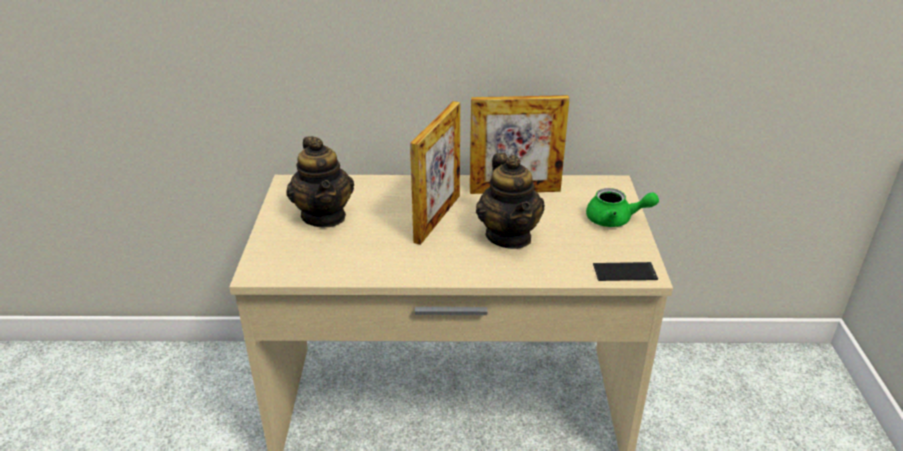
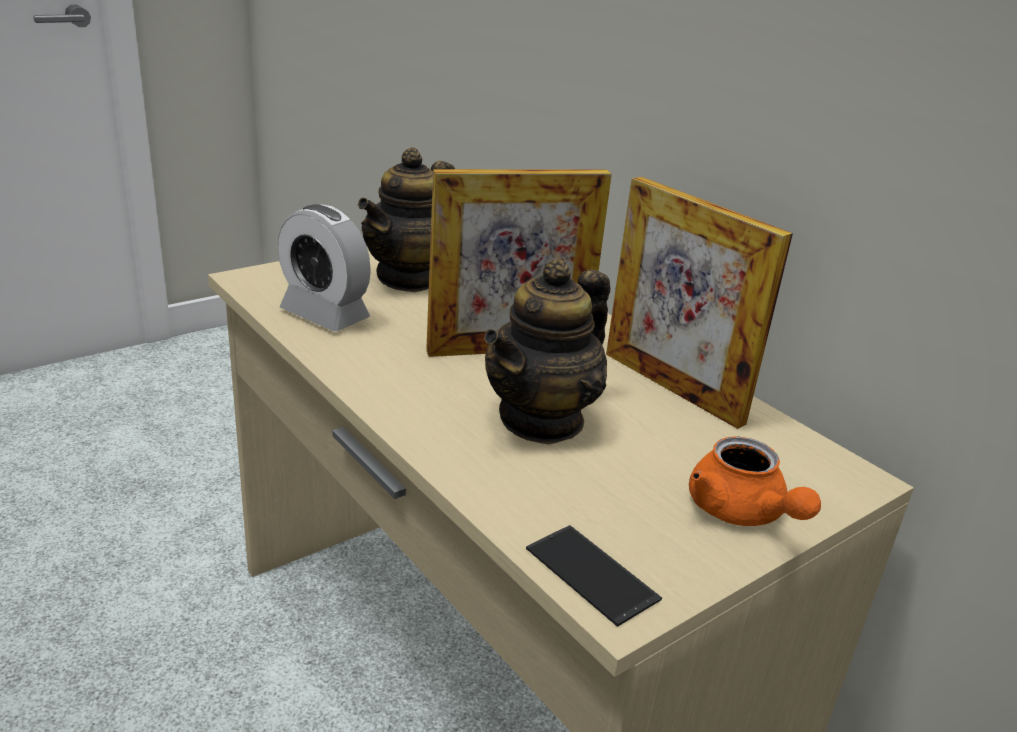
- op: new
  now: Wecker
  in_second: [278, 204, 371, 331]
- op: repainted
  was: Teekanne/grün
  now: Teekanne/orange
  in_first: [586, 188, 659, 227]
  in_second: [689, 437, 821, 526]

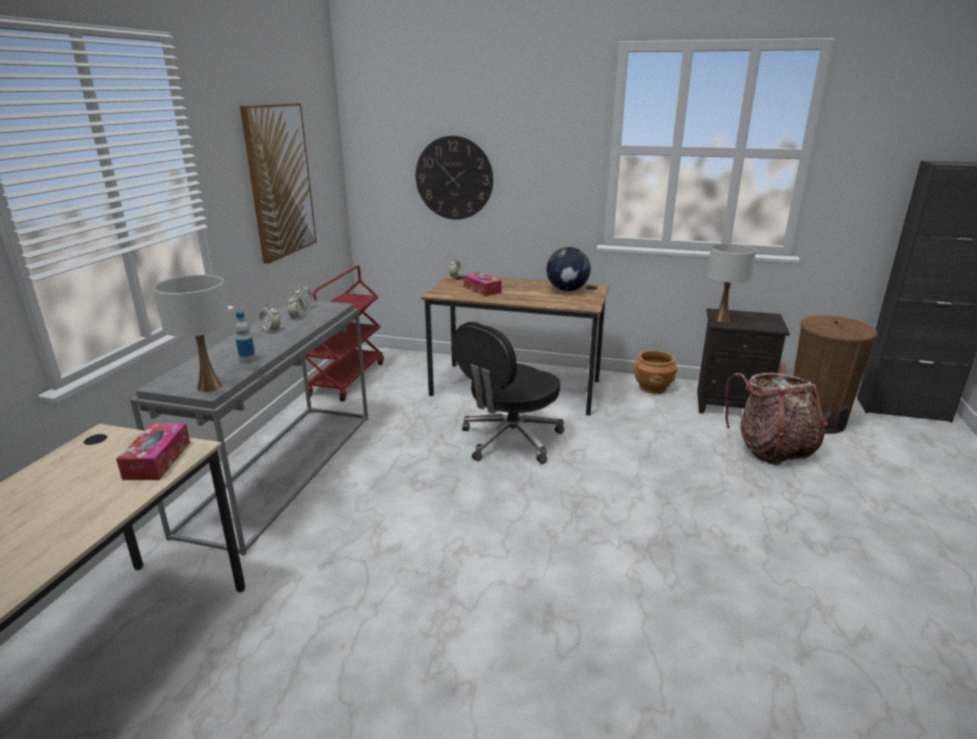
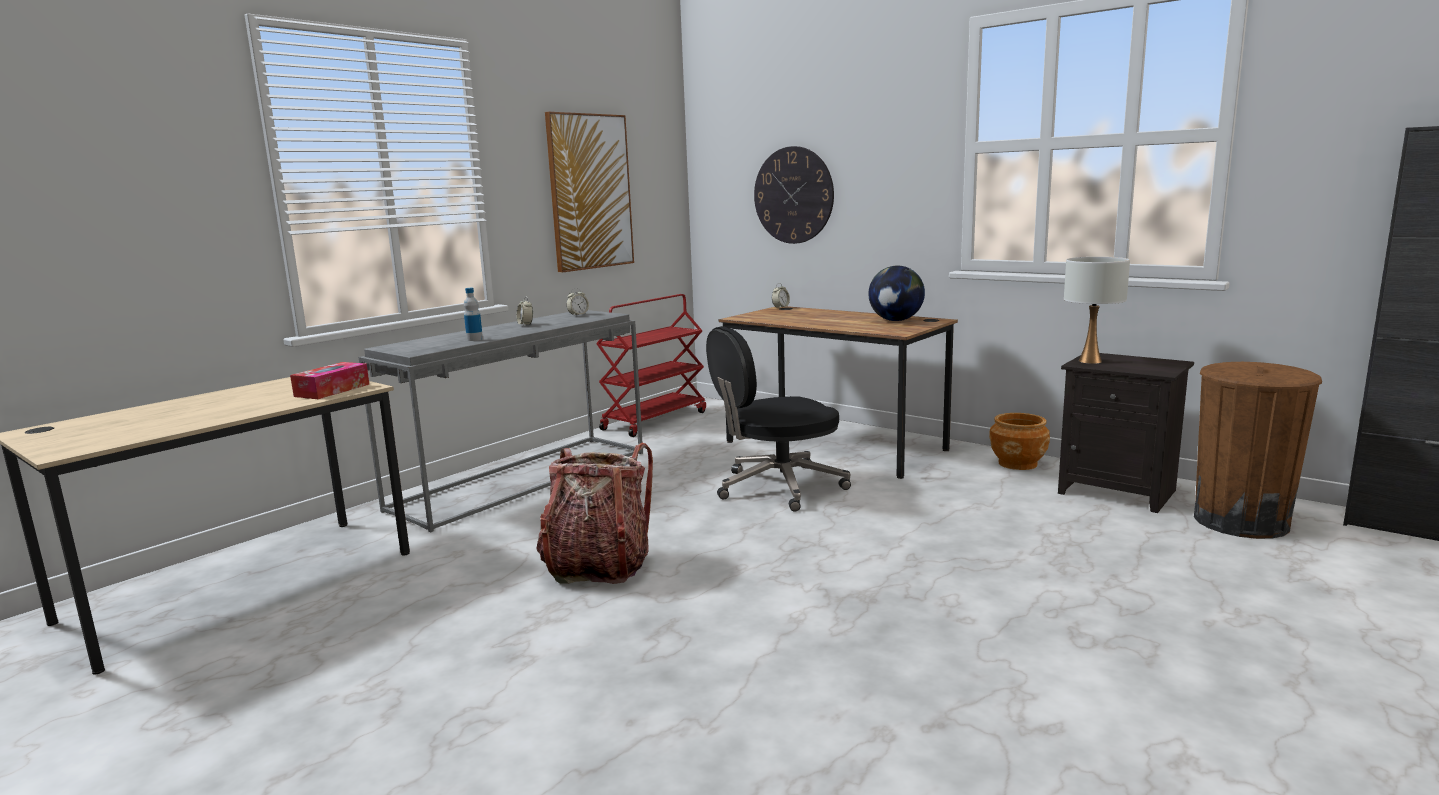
- op: gone
  was: Tischlampe/weiß
  in_first: [154, 275, 231, 392]
- op: gone
  was: Wecker
  in_first: [287, 292, 305, 320]
- op: gone
  was: Taschentuchbox
  in_first: [464, 272, 502, 297]
- op: shifted
  was: Rucksack
  in_first: [725, 363, 828, 465]
  in_second: [536, 443, 653, 584]

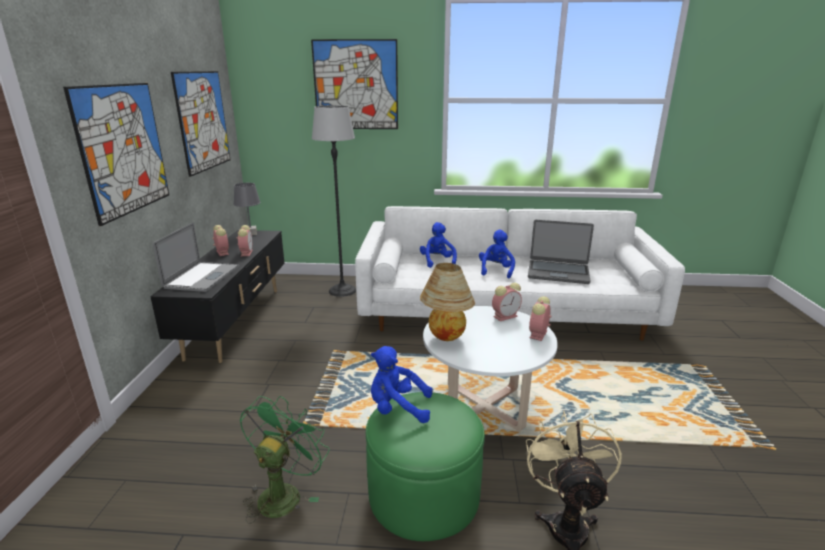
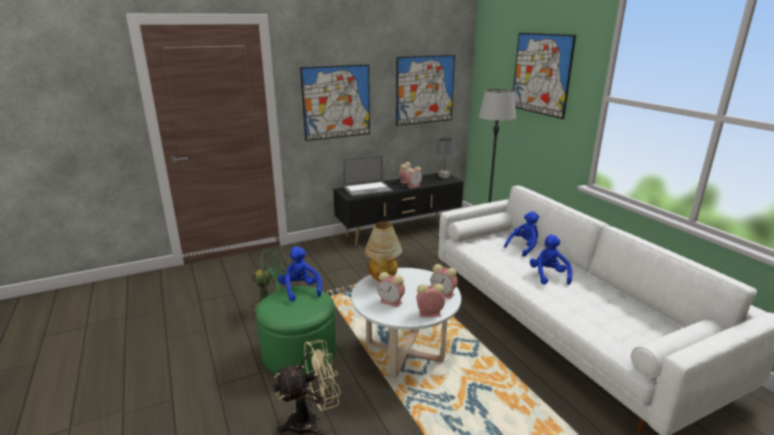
- op: gone
  was: Laptop
  in_first: [528, 220, 594, 284]
- op: new
  now: Wecker
  in_second: [377, 272, 405, 307]
- op: rotated
  was: Plüschtier/blau
  in_first: [479, 230, 515, 279]
  in_second: [529, 234, 572, 285]
  clockwise: -75

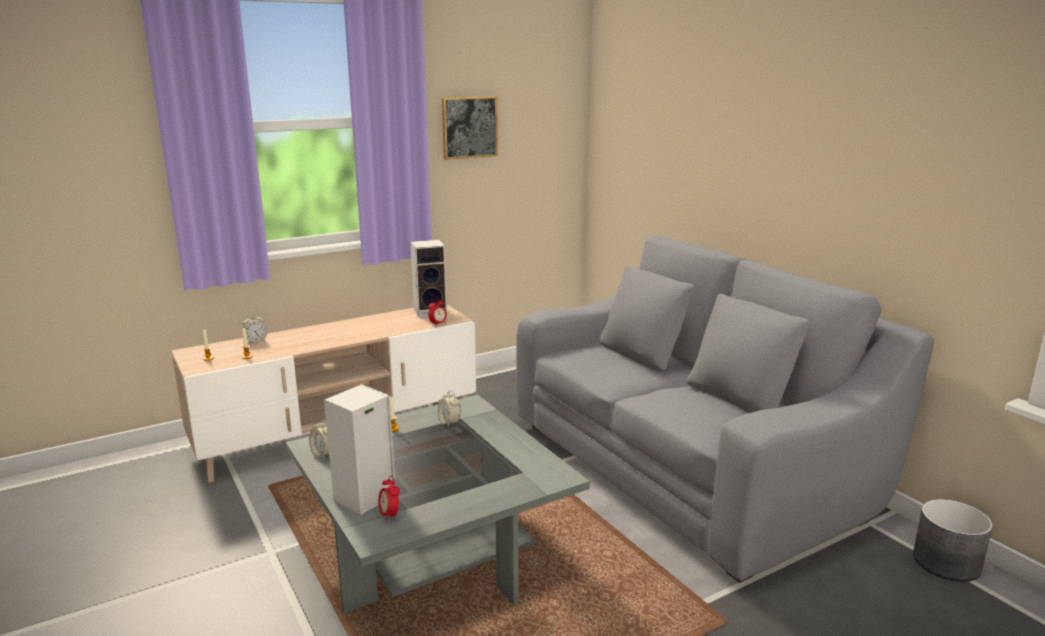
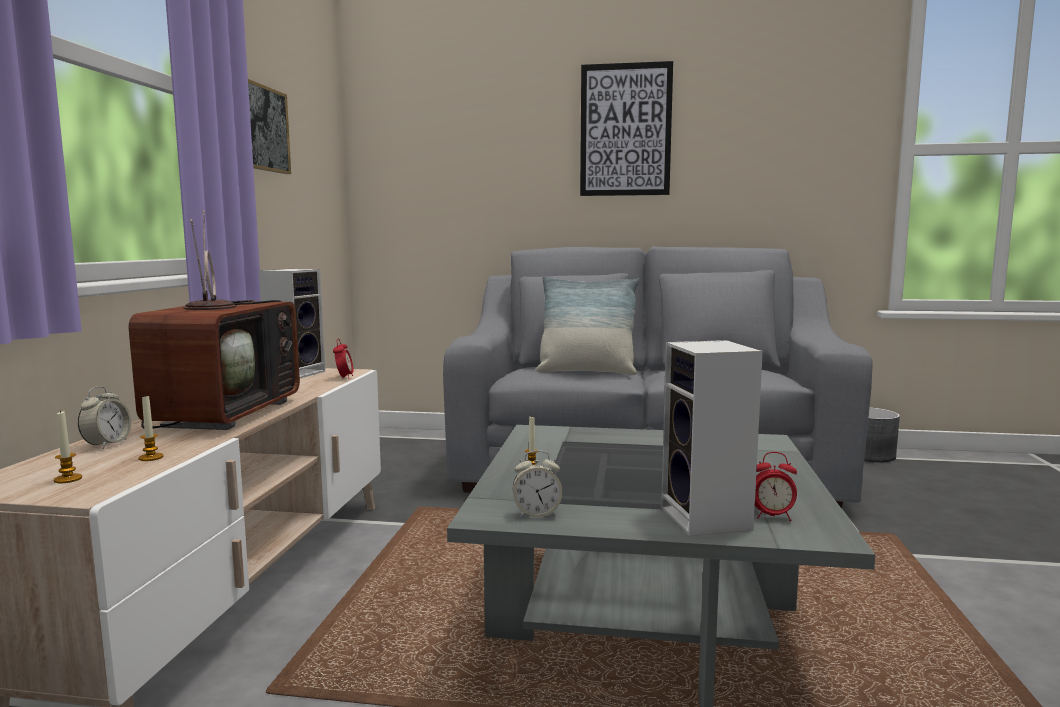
- op: gone
  was: Wecker
  in_first: [438, 390, 461, 428]
- op: new
  now: Fernseher
  in_second: [129, 210, 300, 430]
- op: new
  now: Kissen
  in_second: [535, 276, 640, 375]
- op: new
  now: Bild
  in_second: [580, 61, 673, 196]

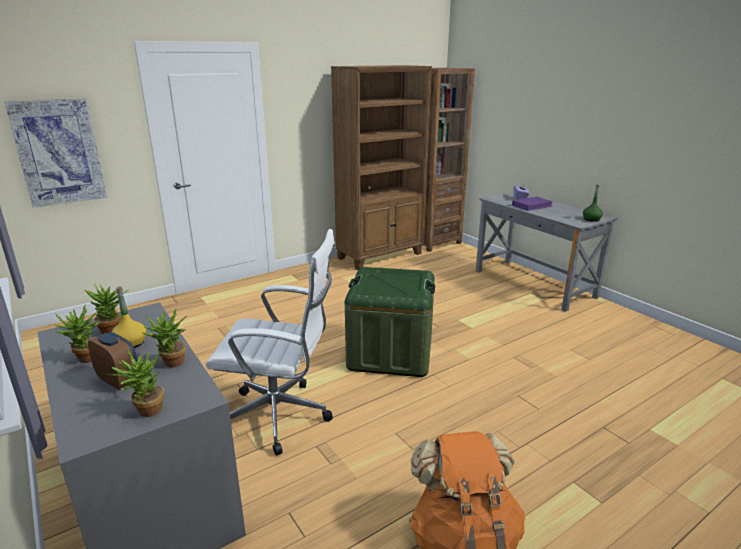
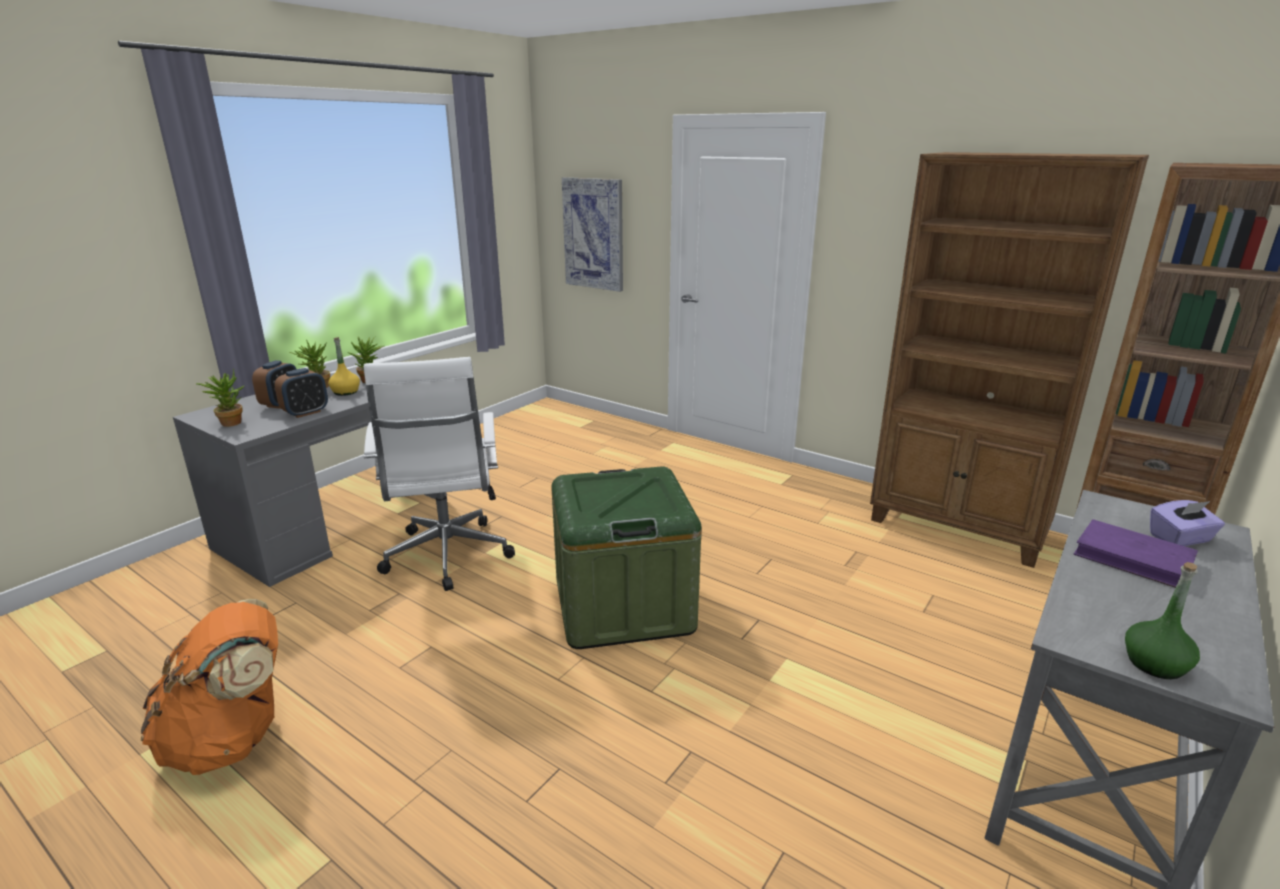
- op: swapped
  was: Topfpflanze
  now: Wecker
  in_first: [142, 309, 187, 367]
  in_second: [275, 368, 328, 418]

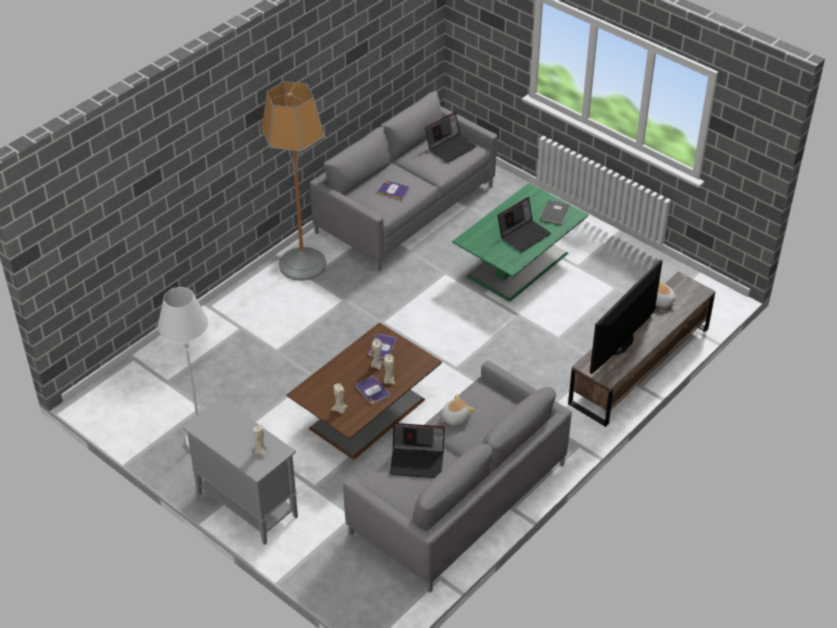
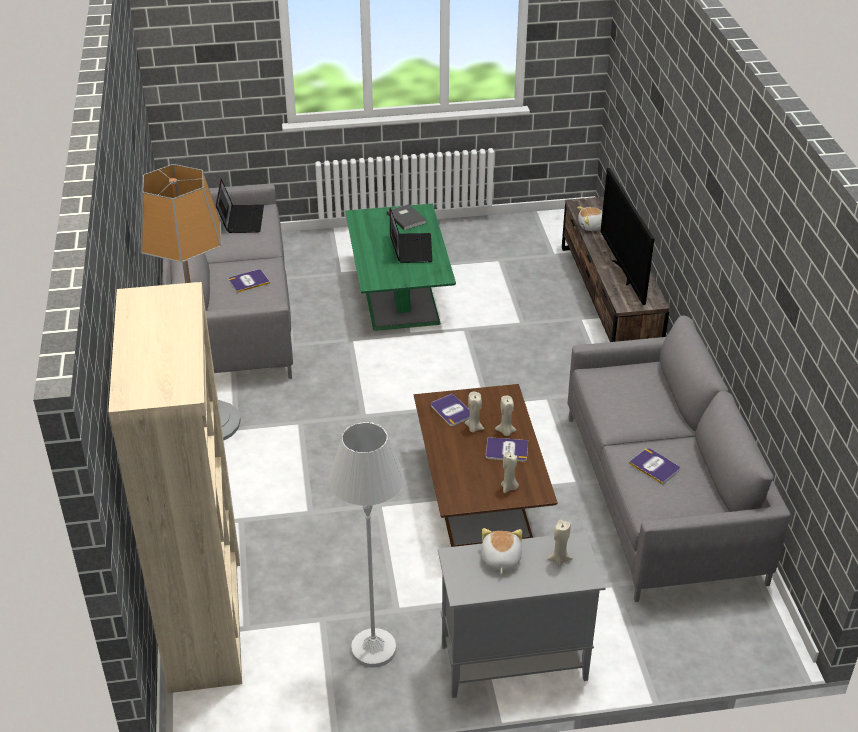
- op: new
  now: Bücherregal/beige
  in_second: [108, 282, 242, 693]
- op: shifted
  was: Plüschtier
  in_first: [441, 394, 474, 425]
  in_second: [481, 528, 522, 574]
- op: swapped
  was: Laptop
  now: Buch
  in_first: [390, 423, 445, 478]
  in_second: [629, 448, 680, 485]

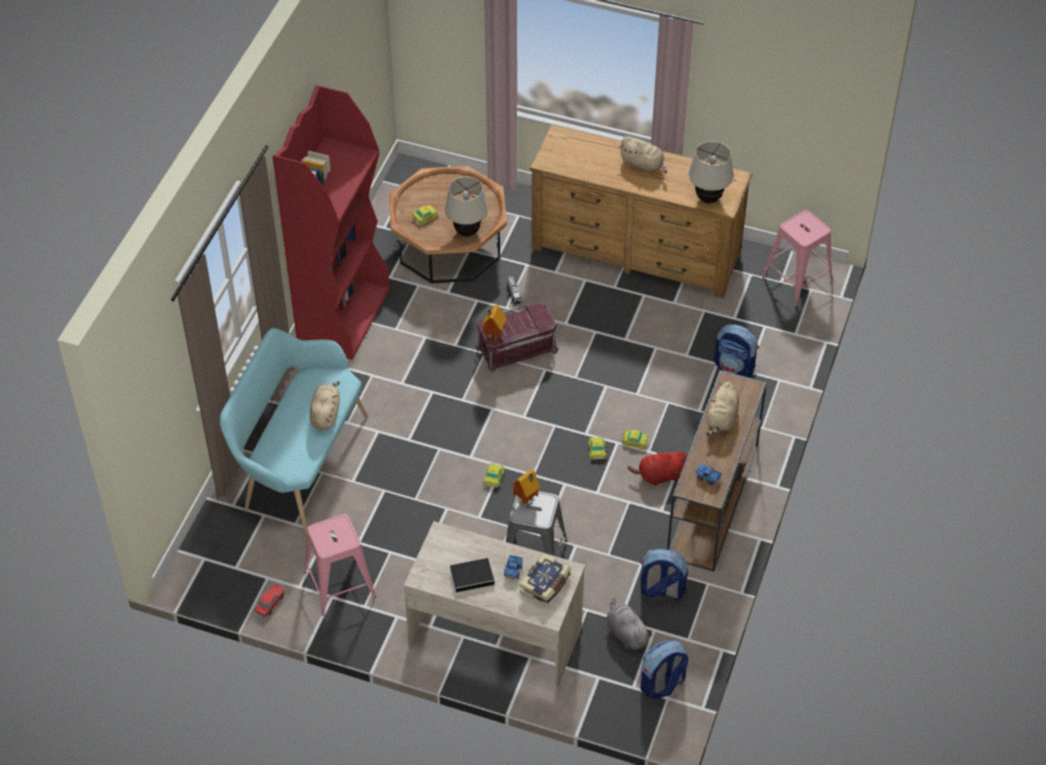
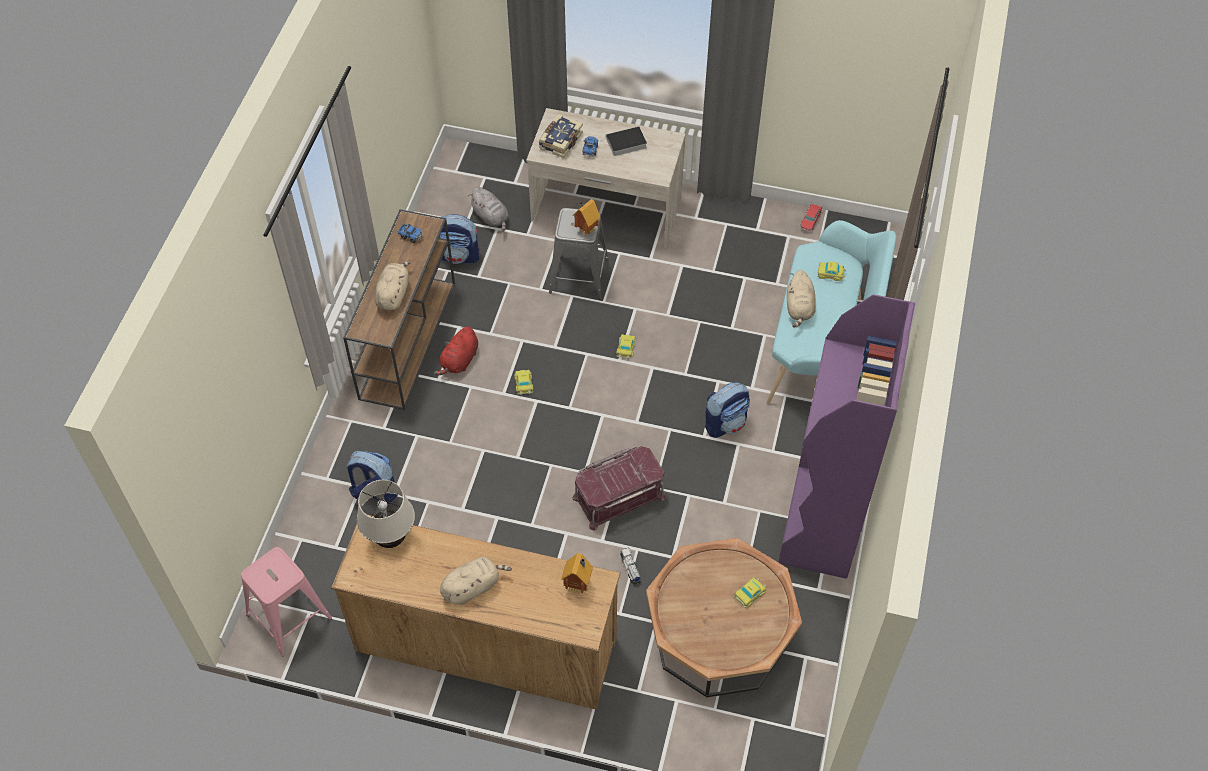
- op: gone
  was: Hocker/rosa
  in_first: [304, 514, 376, 616]
- op: gone
  was: Tischlampe/beige
  in_first: [444, 176, 489, 236]
- op: shifted
  was: Spielzeughaus
  in_first: [482, 305, 507, 341]
  in_second: [561, 553, 593, 594]
- op: shifted
  was: Spielzeugauto
  in_first: [620, 430, 649, 449]
  in_second: [817, 262, 846, 281]
- op: shifted
  was: Rucksack
  in_first: [640, 641, 688, 699]
  in_second: [705, 382, 750, 438]
- op: repainted
  was: Bücherregal/rot
  now: Bücherregal/lila
  in_first: [272, 85, 390, 360]
  in_second: [778, 294, 915, 579]
- op: rotated
  was: Plüschtier/beige
  in_first: [619, 136, 667, 173]
  in_second: [440, 557, 512, 605]
  clockwise: 120
- op: rotated
  was: Plüschtier/rot
  in_first: [628, 450, 687, 486]
  in_second: [434, 326, 478, 375]
  clockwise: 135

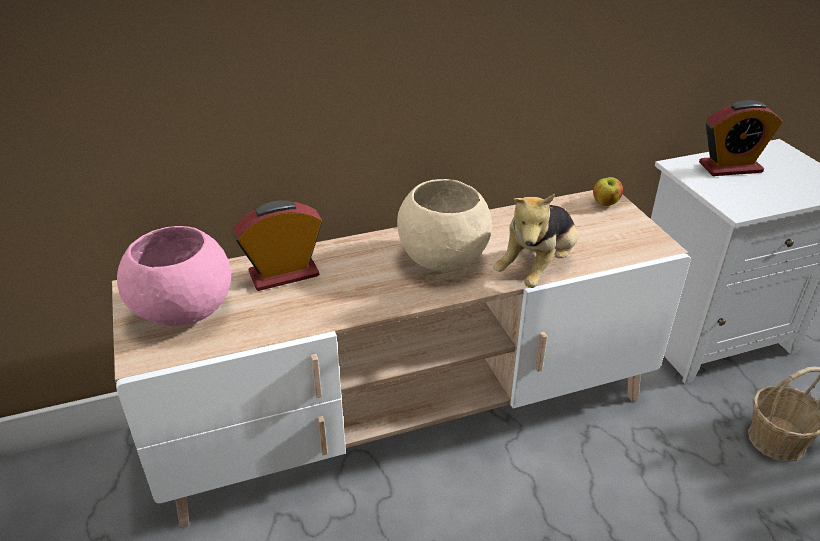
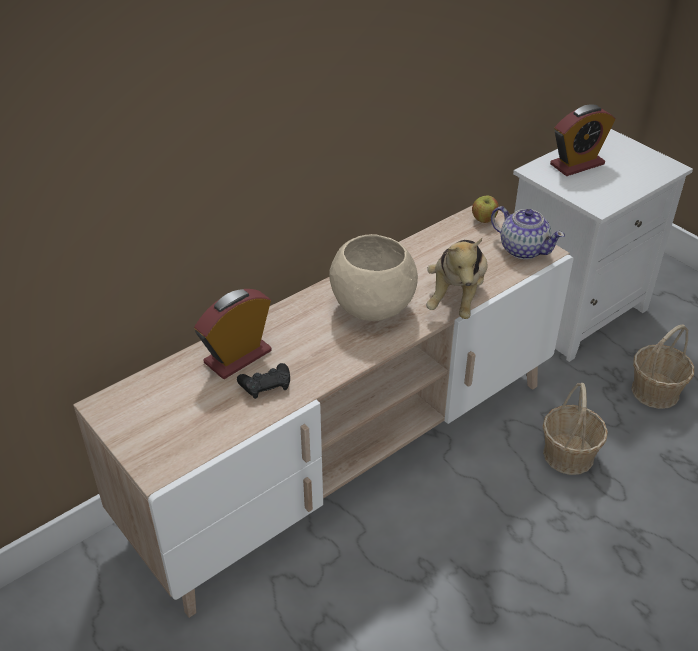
- op: gone
  was: Schüssel/rosa
  in_first: [117, 226, 231, 326]
- op: new
  now: Gamepad/schwarz
  in_second: [237, 363, 290, 399]
- op: new
  now: Teekanne
  in_second: [491, 206, 565, 259]
- op: new
  now: Korb
  in_second: [543, 383, 608, 475]

